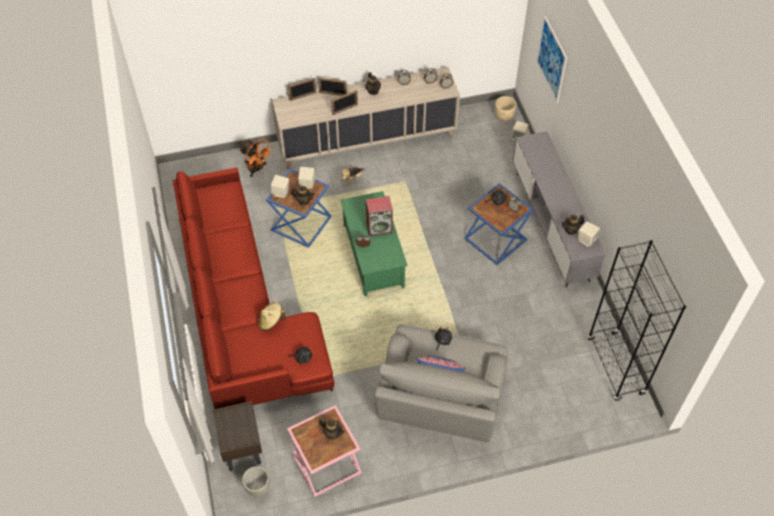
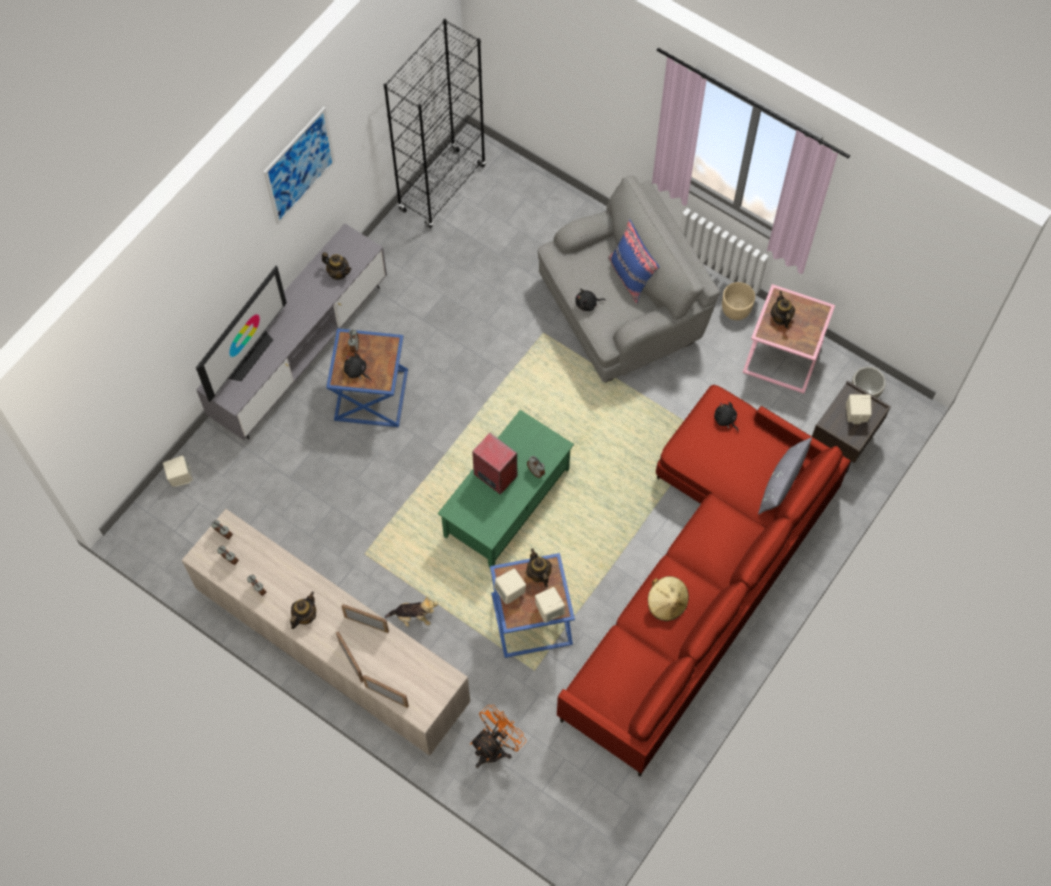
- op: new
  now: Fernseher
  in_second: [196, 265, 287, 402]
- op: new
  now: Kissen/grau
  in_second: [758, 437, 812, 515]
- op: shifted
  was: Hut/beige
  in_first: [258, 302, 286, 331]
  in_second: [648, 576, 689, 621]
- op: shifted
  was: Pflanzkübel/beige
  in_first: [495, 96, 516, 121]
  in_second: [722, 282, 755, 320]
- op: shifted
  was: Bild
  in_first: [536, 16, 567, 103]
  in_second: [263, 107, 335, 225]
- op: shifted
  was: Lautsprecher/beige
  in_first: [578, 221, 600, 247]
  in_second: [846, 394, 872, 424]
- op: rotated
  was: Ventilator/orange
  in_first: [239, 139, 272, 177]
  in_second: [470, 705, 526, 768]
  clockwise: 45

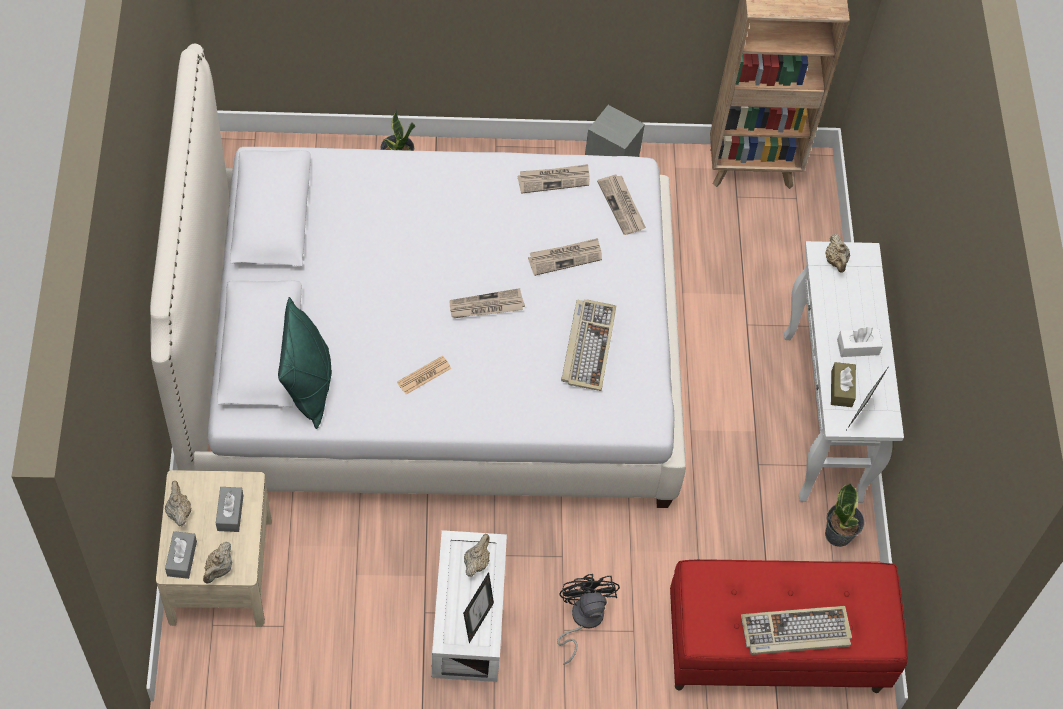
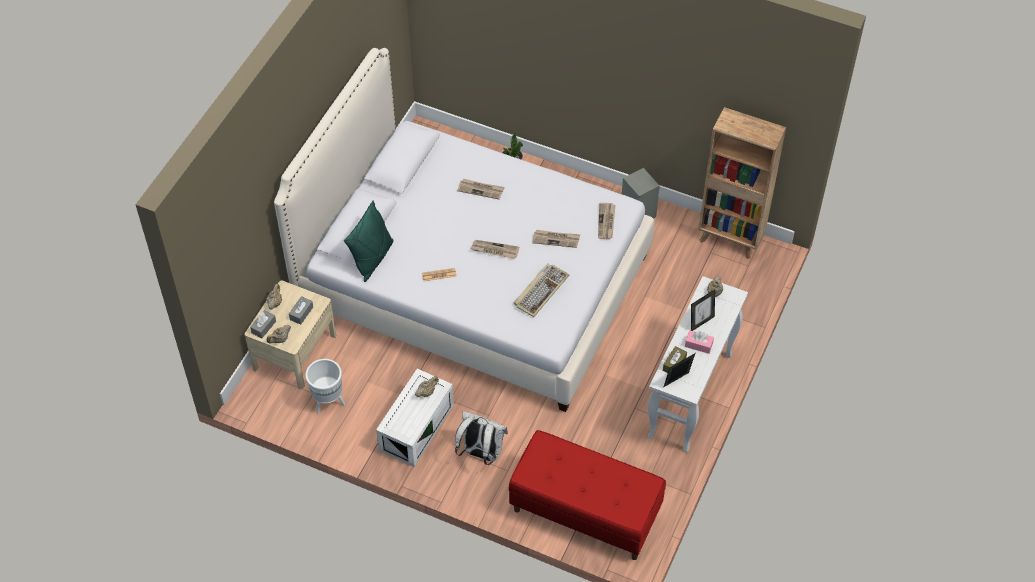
- op: gone
  was: Tastatur
  in_first: [741, 606, 852, 655]
- op: gone
  was: Topfpflanze
  in_first: [825, 483, 864, 547]
- op: new
  now: Pflanzkübel/weiß
  in_second: [305, 359, 345, 414]
- op: shifted
  was: Bilderrahmen
  in_first: [463, 572, 494, 643]
  in_second: [691, 289, 715, 331]
- op: shifted
  was: Zeitung
  in_first: [518, 164, 590, 194]
  in_second: [457, 179, 505, 200]
- op: swapped
  was: Ventilator/schwarz
  now: Rucksack/weiß
  in_first: [557, 574, 620, 665]
  in_second: [455, 411, 508, 465]
- op: repainted
  was: Taschentuchbox/weiß
  now: Taschentuchbox/rosa
  in_first: [837, 327, 883, 357]
  in_second: [685, 330, 714, 354]

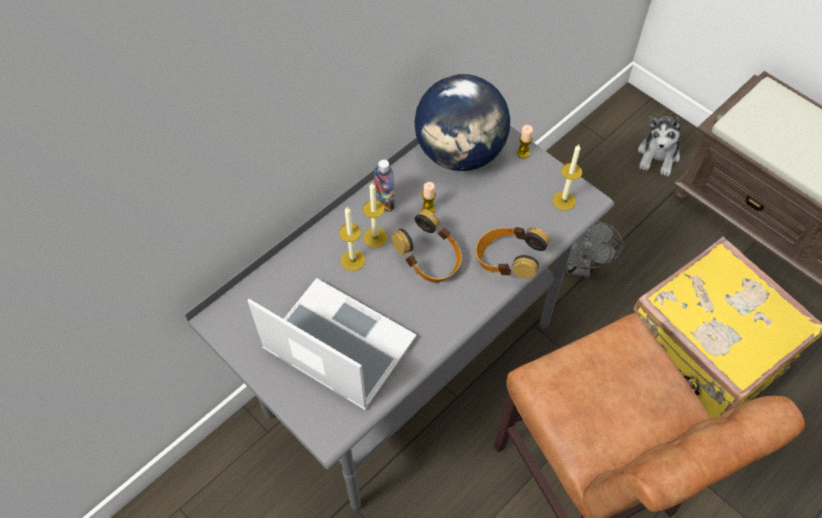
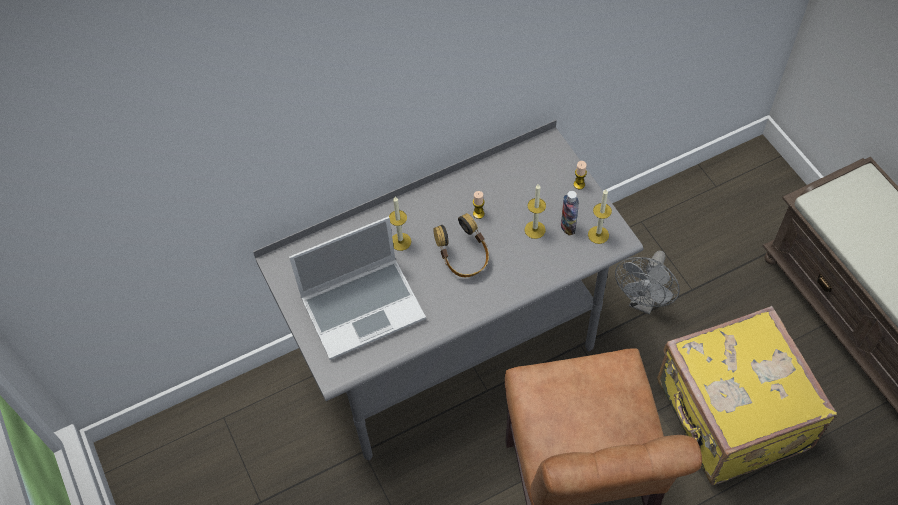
- op: gone
  was: Globus
  in_first: [414, 74, 510, 171]
- op: gone
  was: Kopfhörer
  in_first: [475, 227, 550, 279]
- op: gone
  was: Plüschtier
  in_first: [638, 114, 681, 177]
- op: shifted
  was: Kerze
  in_first: [363, 183, 388, 248]
  in_second: [524, 184, 546, 239]
- op: shifted
  was: Flasche
  in_first: [374, 160, 395, 212]
  in_second: [561, 191, 579, 236]
- op: rotated
  was: Laptop
  in_first: [248, 278, 417, 410]
  in_second: [289, 217, 426, 360]
  clockwise: 105

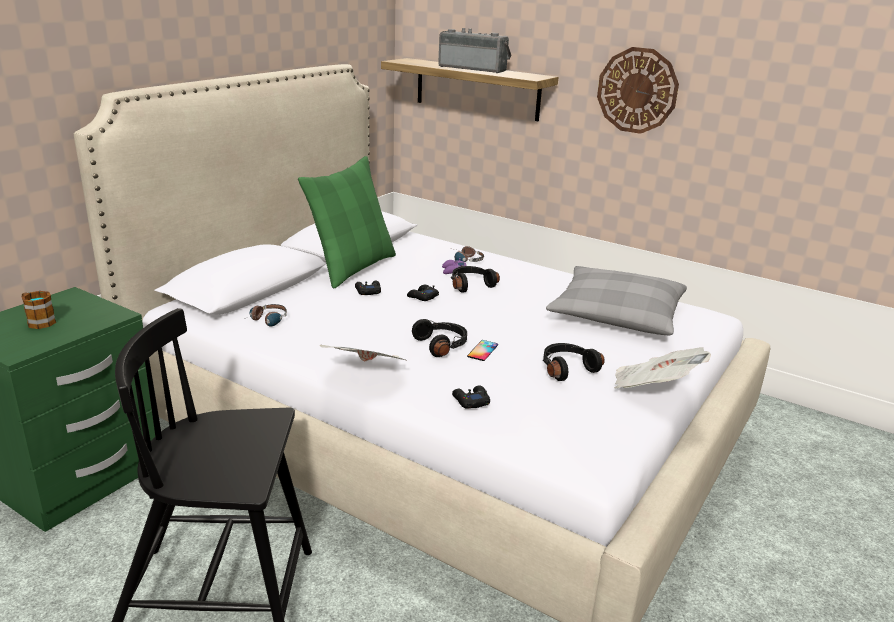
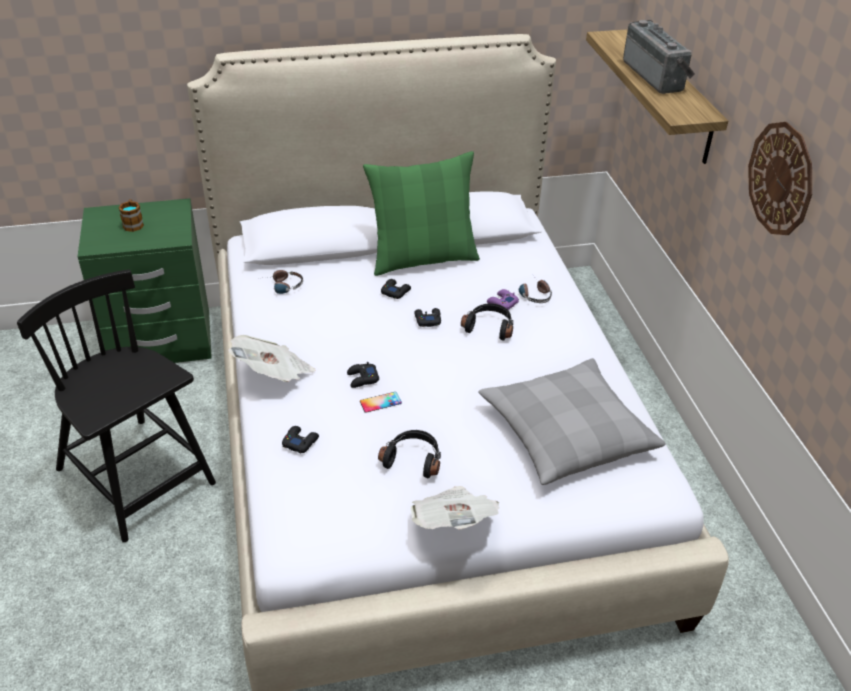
- op: swapped
  was: Kopfhörer/schwarz
  now: Gamepad/schwarz
  in_first: [412, 319, 467, 357]
  in_second: [347, 362, 379, 388]

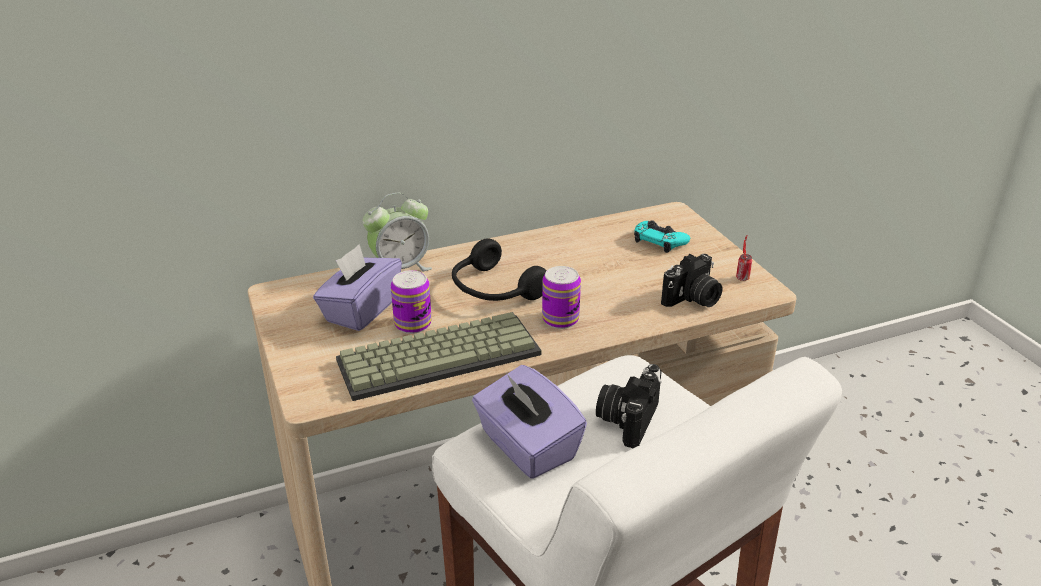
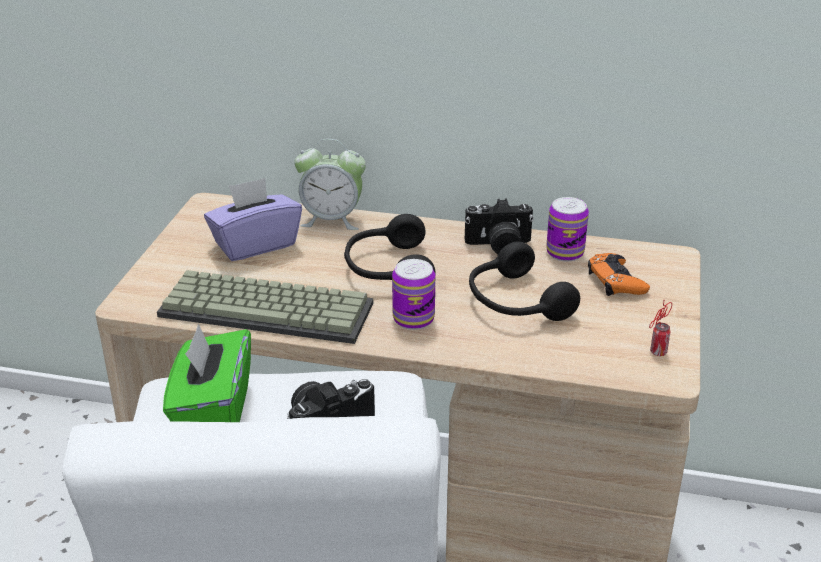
- op: new
  now: Kopfhörer/schwarz
  in_second: [469, 242, 580, 321]
- op: shifted
  was: Dose
  in_first: [391, 270, 432, 334]
  in_second: [546, 197, 589, 261]
- op: shifted
  was: Kamera
  in_first: [661, 254, 723, 307]
  in_second: [465, 198, 534, 254]
- op: repainted
  was: Taschentuchbox/lila
  now: Taschentuchbox/grün
  in_first: [472, 365, 587, 479]
  in_second: [163, 324, 251, 422]
- op: repainted
  was: Gamepad/türkis
  now: Gamepad/orange
  in_first: [634, 220, 690, 253]
  in_second: [588, 253, 650, 296]

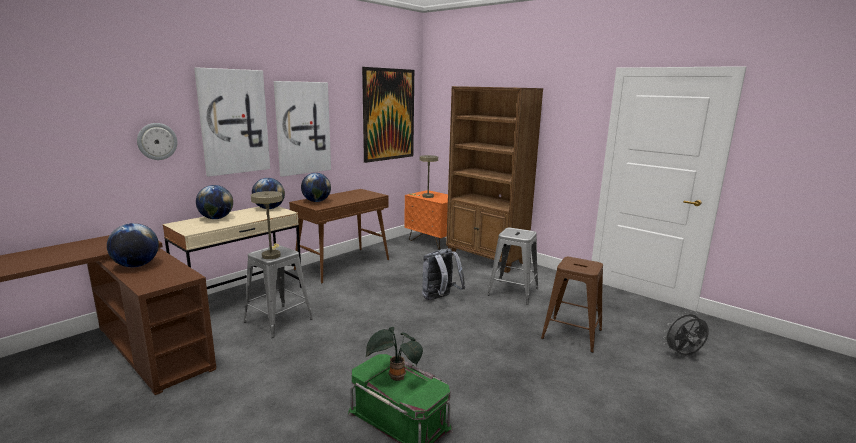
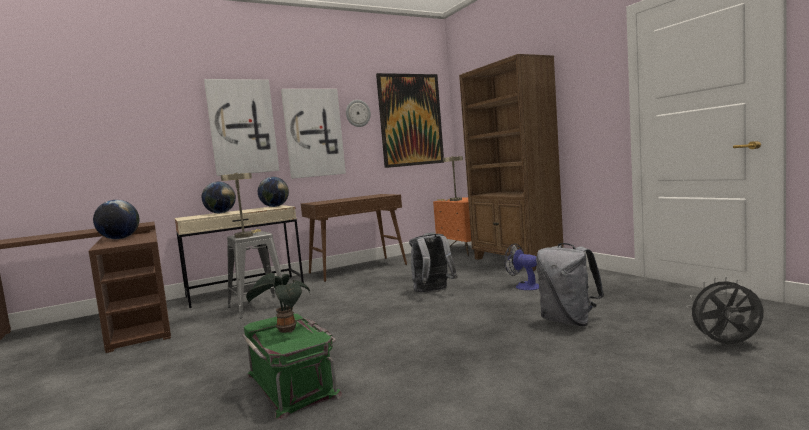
- op: gone
  was: Globus
  in_first: [301, 173, 331, 202]
- op: shifted
  was: Wanduhr
  in_first: [137, 123, 177, 160]
  in_second: [346, 100, 371, 127]
- op: swapped
  was: Hocker/grau
  now: Ventilator
  in_first: [487, 227, 538, 305]
  in_second: [504, 243, 539, 290]
- op: swapped
  was: Hocker/braun
  now: Rucksack/grau
  in_first: [541, 257, 603, 353]
  in_second: [536, 243, 604, 326]

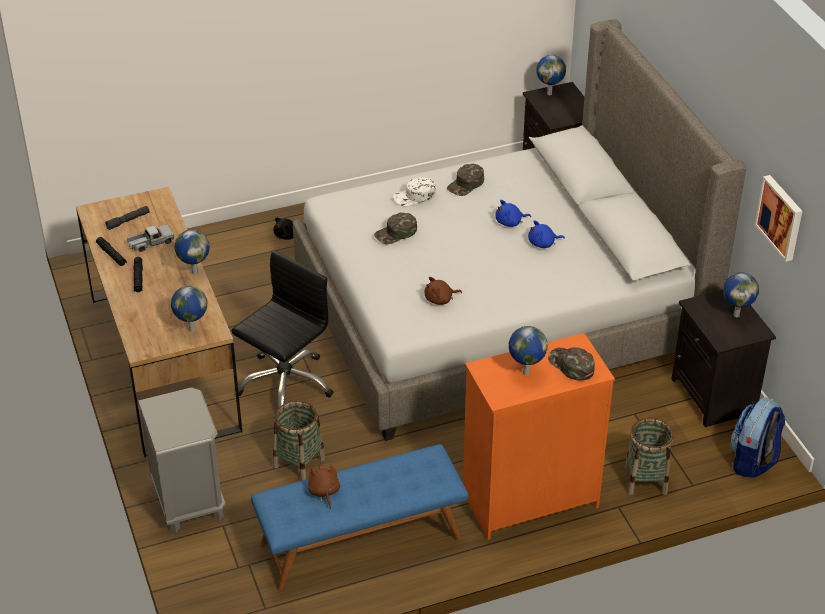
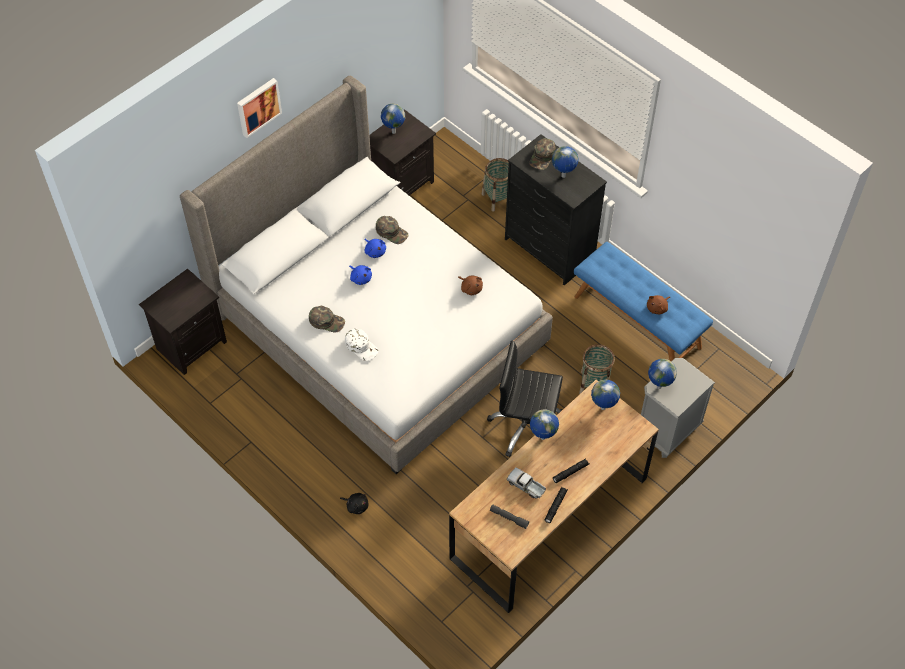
- op: gone
  was: Rucksack
  in_first: [730, 397, 785, 478]
- op: shifted
  was: Kappe/grün
  in_first: [374, 213, 417, 244]
  in_second: [376, 216, 408, 244]
- op: shifted
  was: Globus
  in_first: [536, 55, 566, 95]
  in_second: [648, 359, 677, 389]
- op: shifted
  was: Bild
  in_first: [755, 175, 802, 262]
  in_second: [237, 78, 282, 138]
- op: repainted
  was: Kommode/orange
  now: Kommode/schwarz
  in_first: [463, 333, 615, 540]
  in_second: [505, 134, 607, 286]

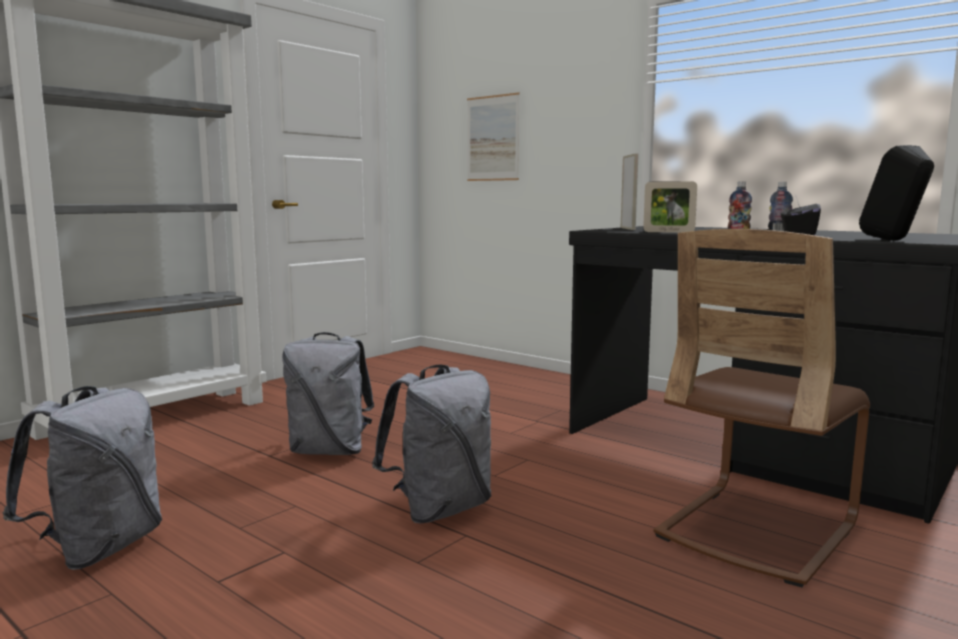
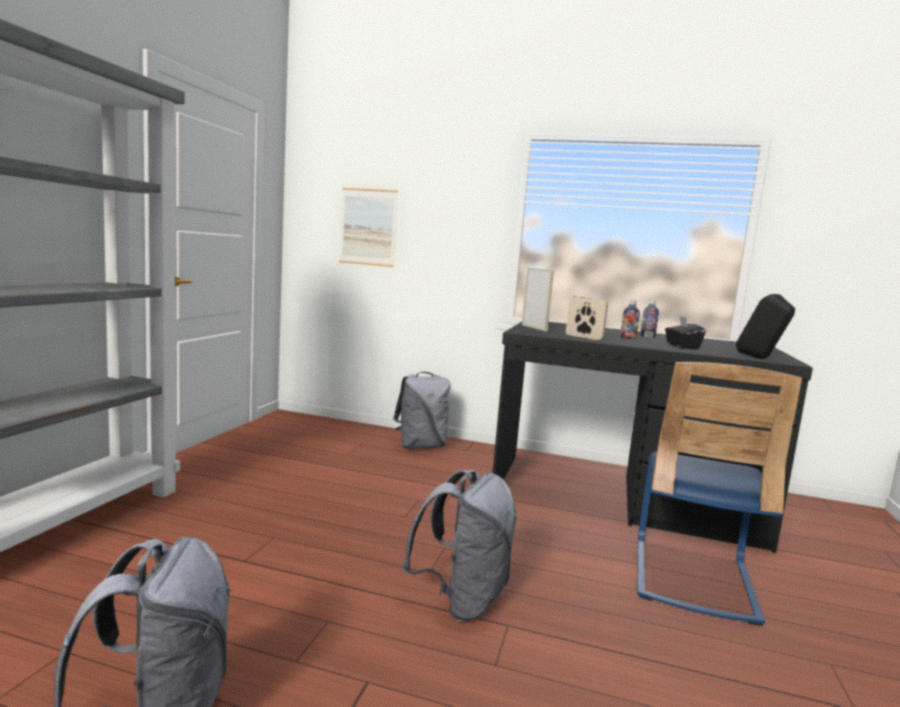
- op: shifted
  was: Rucksack/grau
  in_first: [282, 332, 374, 455]
  in_second: [393, 372, 451, 449]
- op: repainted
  was: Stuhl/braun
  now: Stuhl/blau
  in_first: [653, 229, 870, 588]
  in_second: [637, 362, 802, 626]
- op: rotated
  was: Bilderrahmen
  in_first: [643, 181, 697, 233]
  in_second: [566, 296, 608, 340]
  clockwise: -135

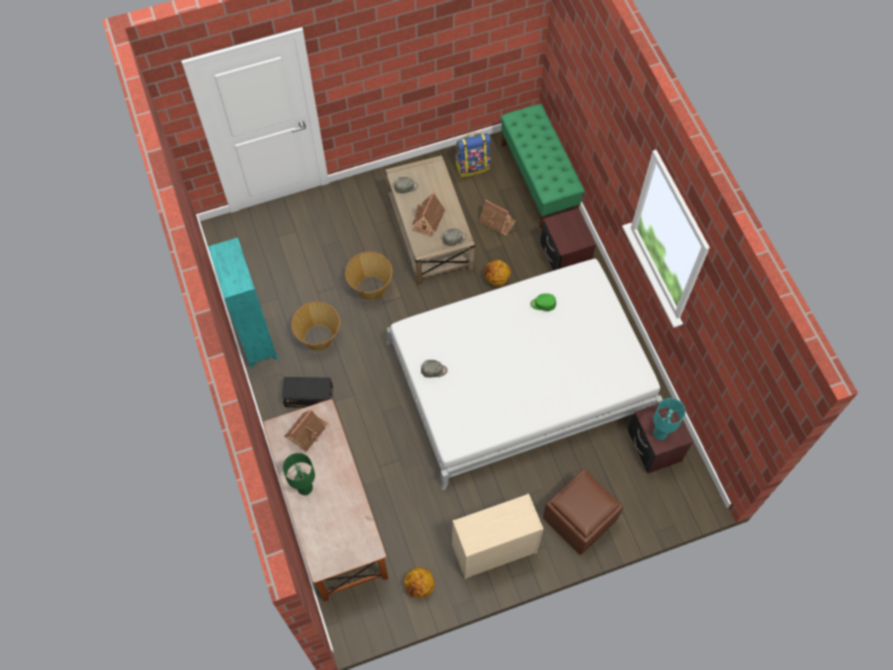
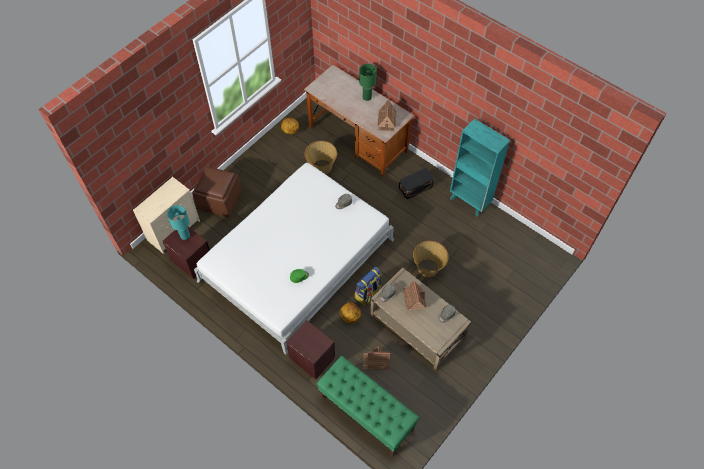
- op: shifted
  was: Korb
  in_first: [291, 302, 340, 351]
  in_second: [305, 141, 337, 174]
- op: shifted
  was: Kommode/beige
  in_first: [452, 493, 543, 579]
  in_second: [133, 177, 200, 254]
- op: shifted
  was: Rucksack
  in_first: [455, 132, 491, 177]
  in_second: [355, 267, 382, 306]

